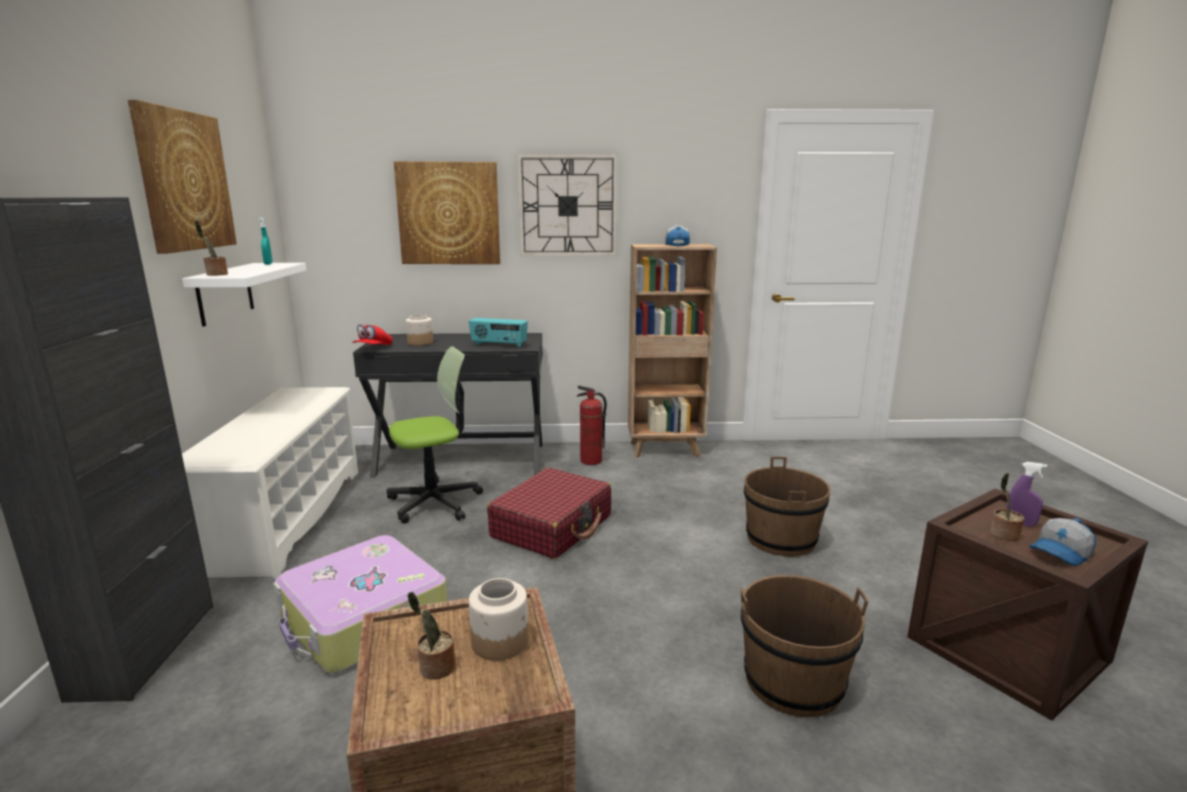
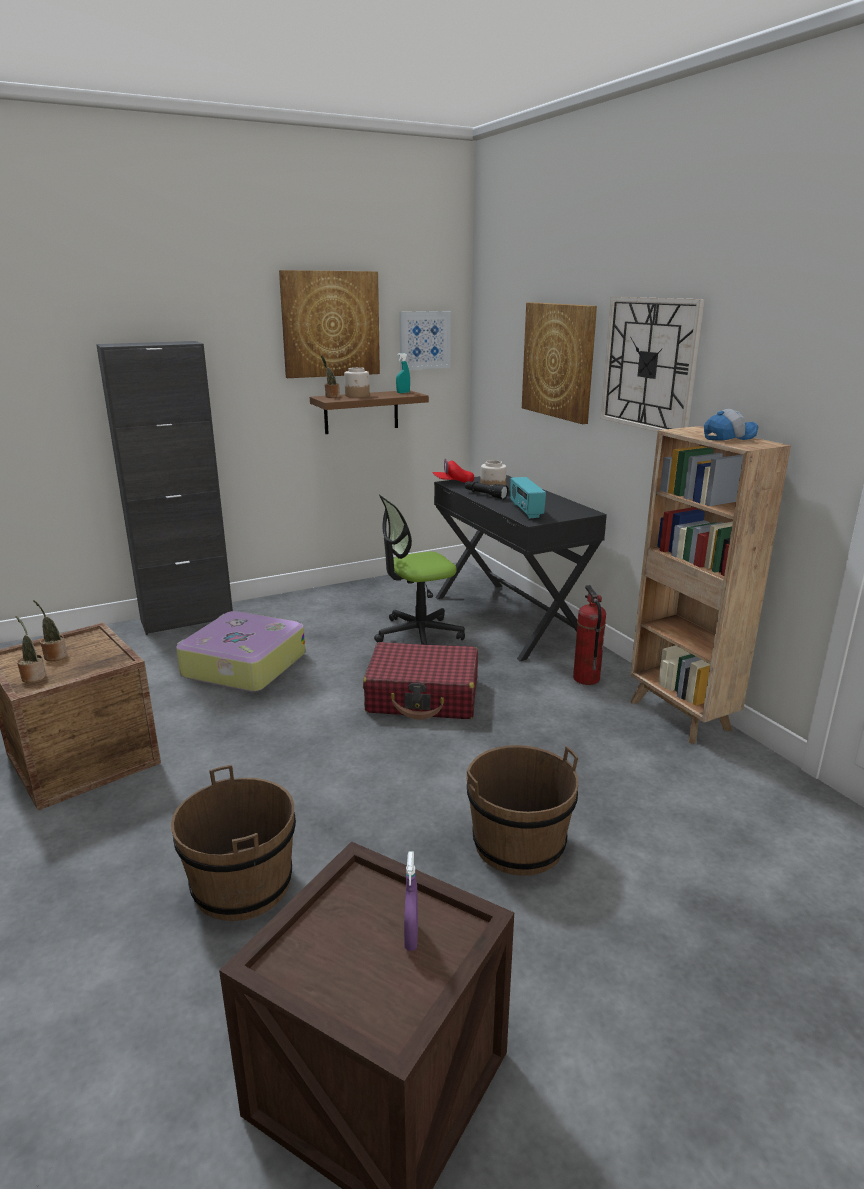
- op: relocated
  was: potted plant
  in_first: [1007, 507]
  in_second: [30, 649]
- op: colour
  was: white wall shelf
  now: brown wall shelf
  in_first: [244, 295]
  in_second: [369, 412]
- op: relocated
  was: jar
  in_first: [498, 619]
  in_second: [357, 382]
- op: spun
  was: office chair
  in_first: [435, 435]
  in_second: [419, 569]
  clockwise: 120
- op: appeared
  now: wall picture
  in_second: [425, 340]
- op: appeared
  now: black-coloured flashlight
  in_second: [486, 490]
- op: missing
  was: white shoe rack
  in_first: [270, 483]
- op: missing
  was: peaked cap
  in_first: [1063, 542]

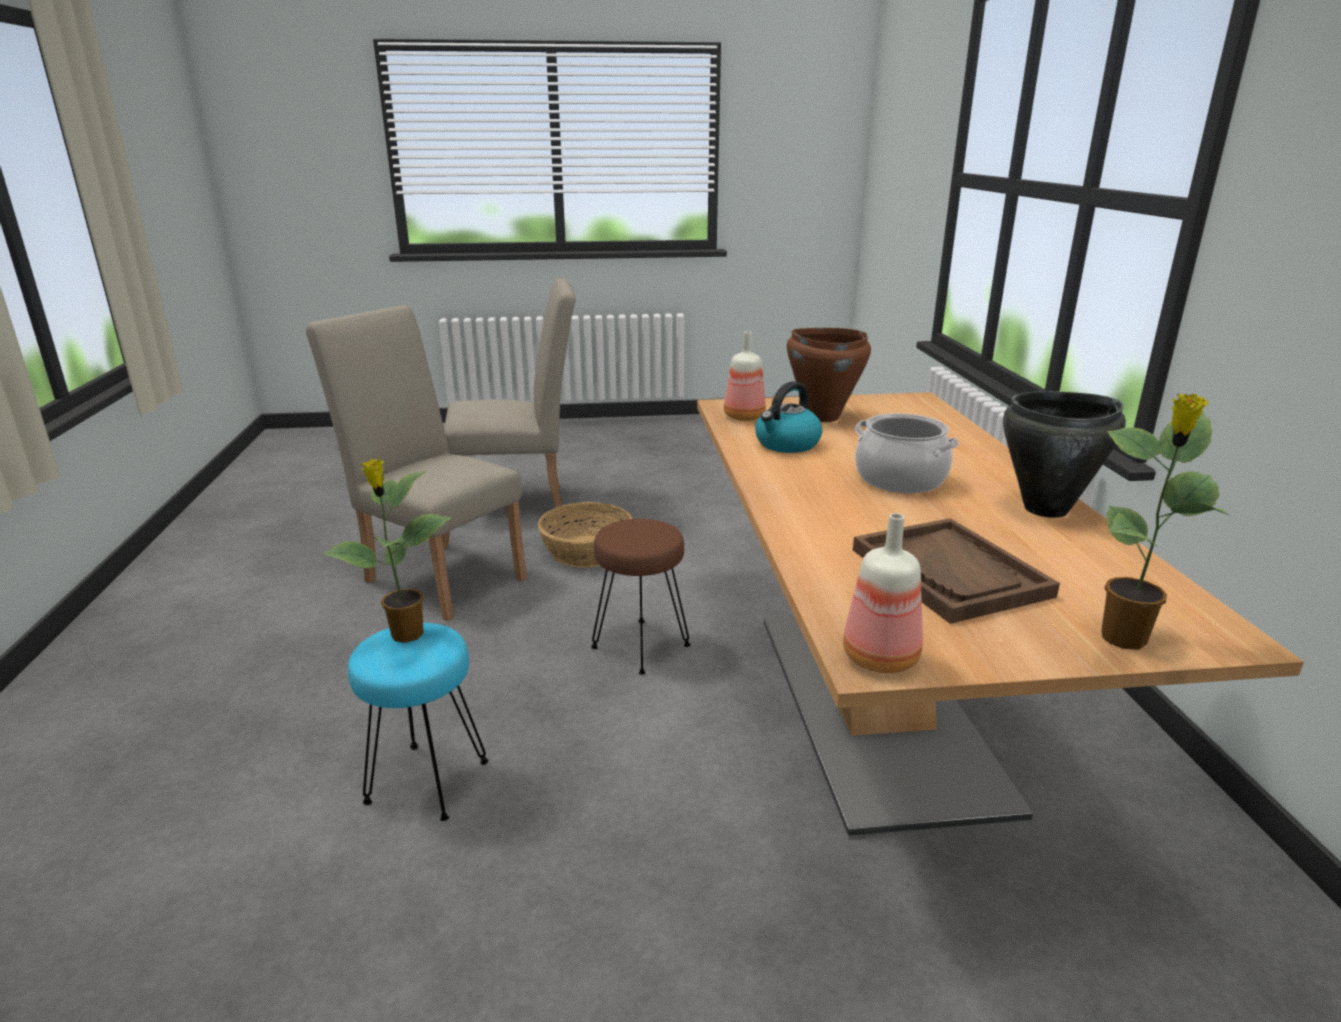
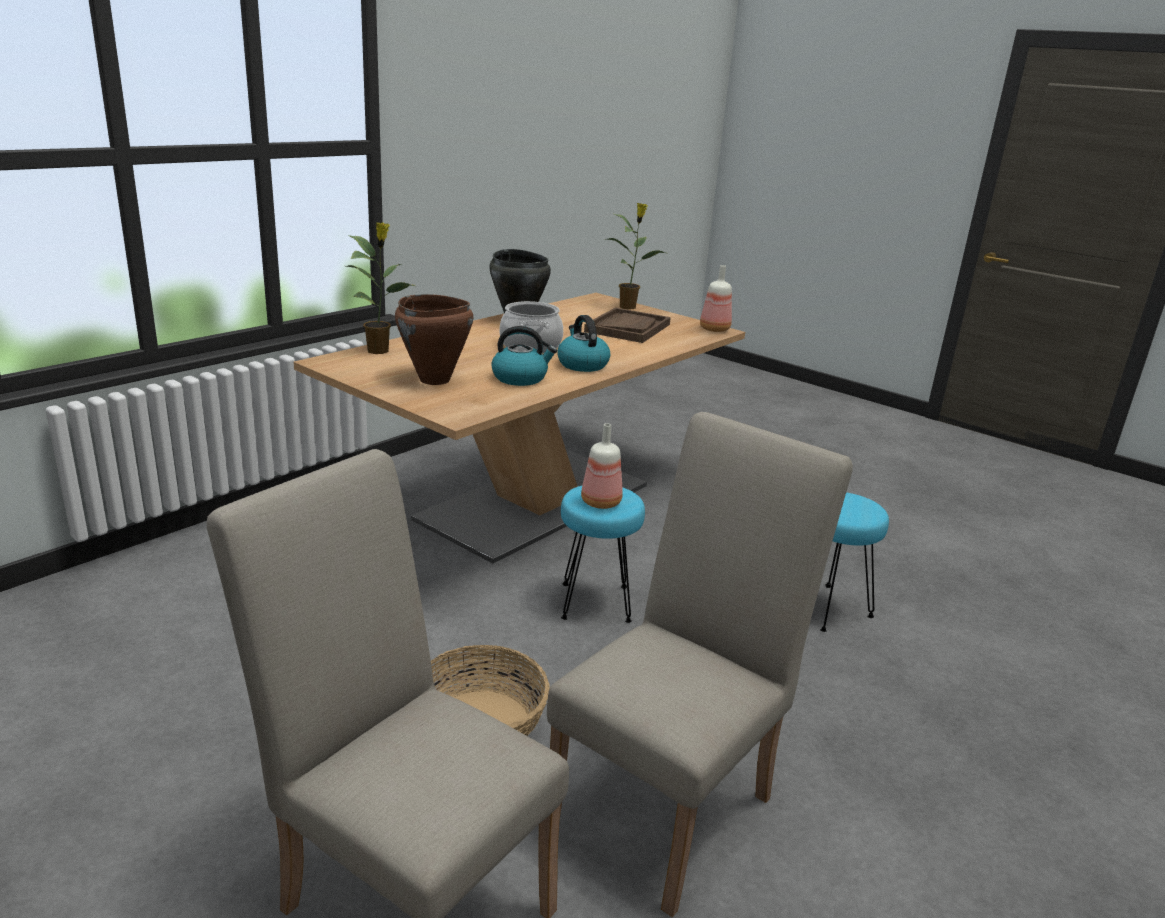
- op: relocated
  was: potted plant
  in_first: [386, 551]
  in_second: [380, 288]
- op: spun
  was: beige-coloured plain chair
  in_first: [416, 463]
  in_second: [700, 664]
  clockwise: -135
- op: appeared
  now: kettle
  in_second: [583, 343]
- op: colour
  was: brown stool seat
  now: turquoise stool seat
  in_first: [641, 596]
  in_second: [603, 554]
- op: relocated
  was: drink bottle
  in_first: [745, 376]
  in_second: [602, 466]

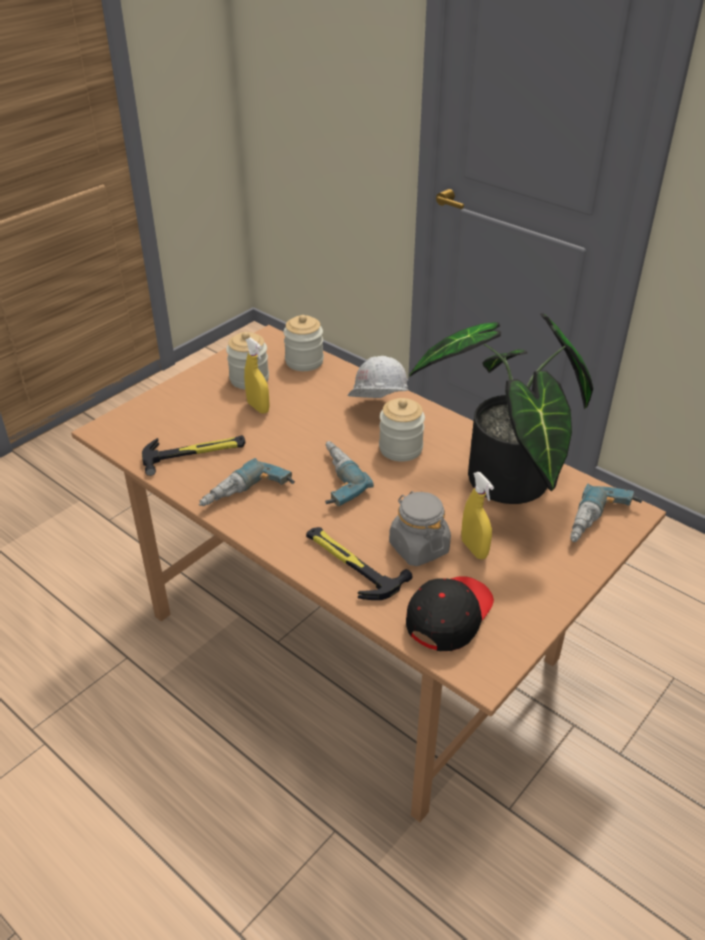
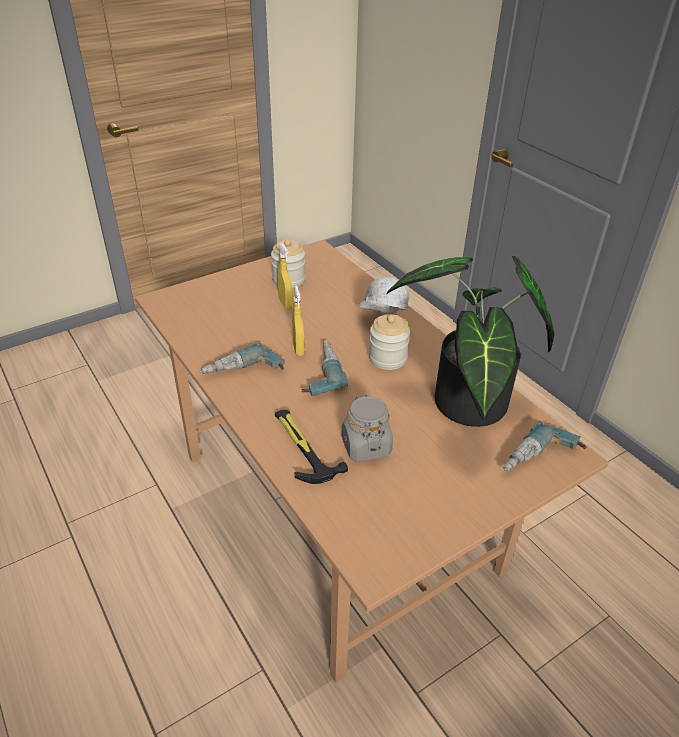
- op: relocated
  was: yellowish sprayer
  in_first: [477, 515]
  in_second: [298, 321]
- op: missing
  was: hand hammer
  in_first: [193, 455]
- op: missing
  was: jar
  in_first: [303, 343]
- op: missing
  was: black-coloured peaked cap
  in_first: [450, 613]

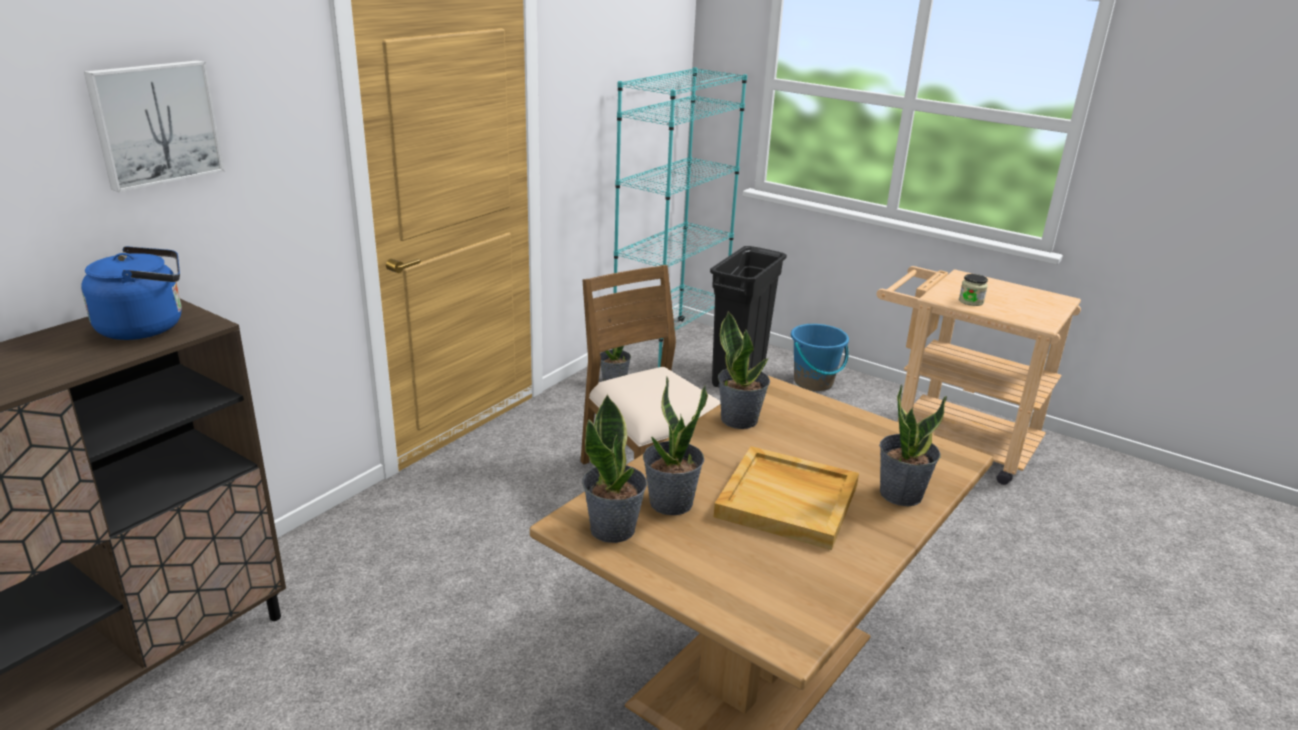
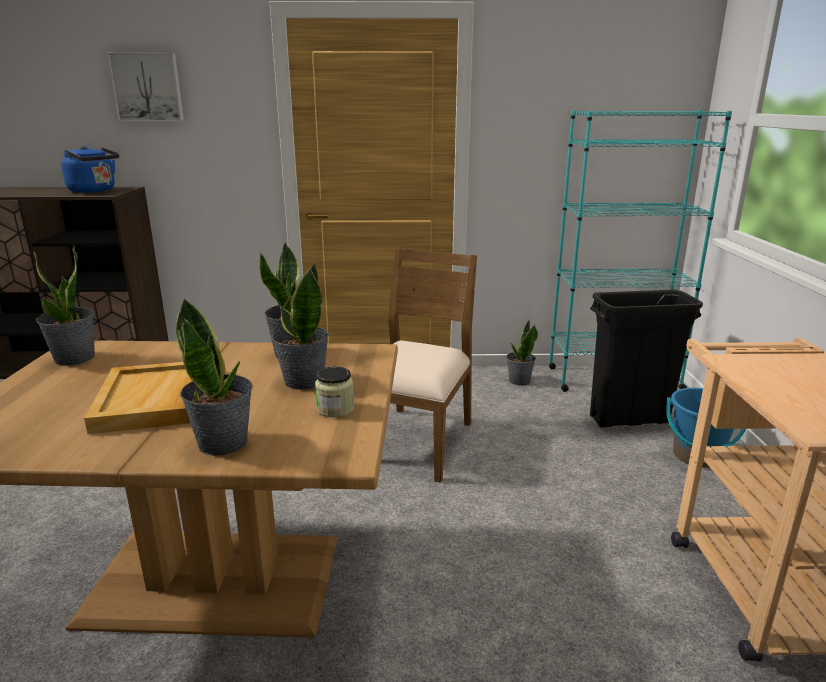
- op: relocated
  was: potted plant
  in_first: [675, 446]
  in_second: [300, 326]
- op: relocated
  was: jar
  in_first: [973, 290]
  in_second: [334, 391]

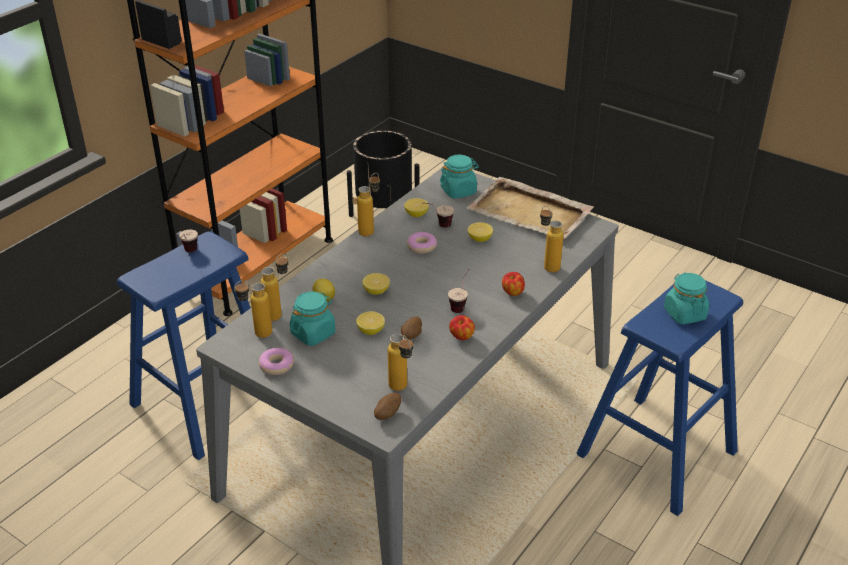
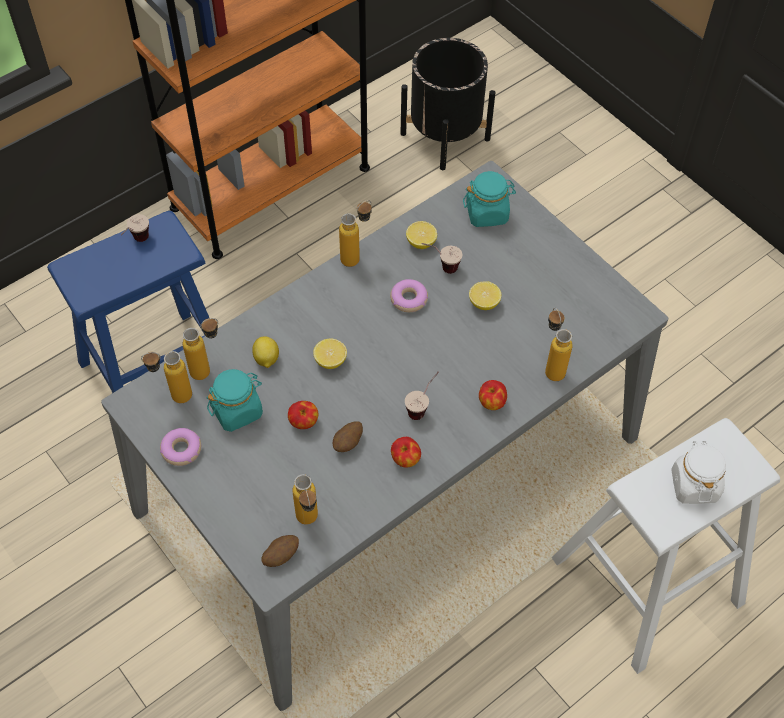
- op: exchanged
  was: whole lemon
  now: apple
  in_first: [370, 323]
  in_second: [303, 415]
- op: colour
  was: bluish stool seat
  now: white stool seat
  in_first: [660, 398]
  in_second: [666, 546]
- op: colour
  was: turquoise jar
  now: white jar
  in_first: [686, 298]
  in_second: [698, 472]
- op: missing
  was: beige-coloured carrying tray
  in_first: [530, 208]

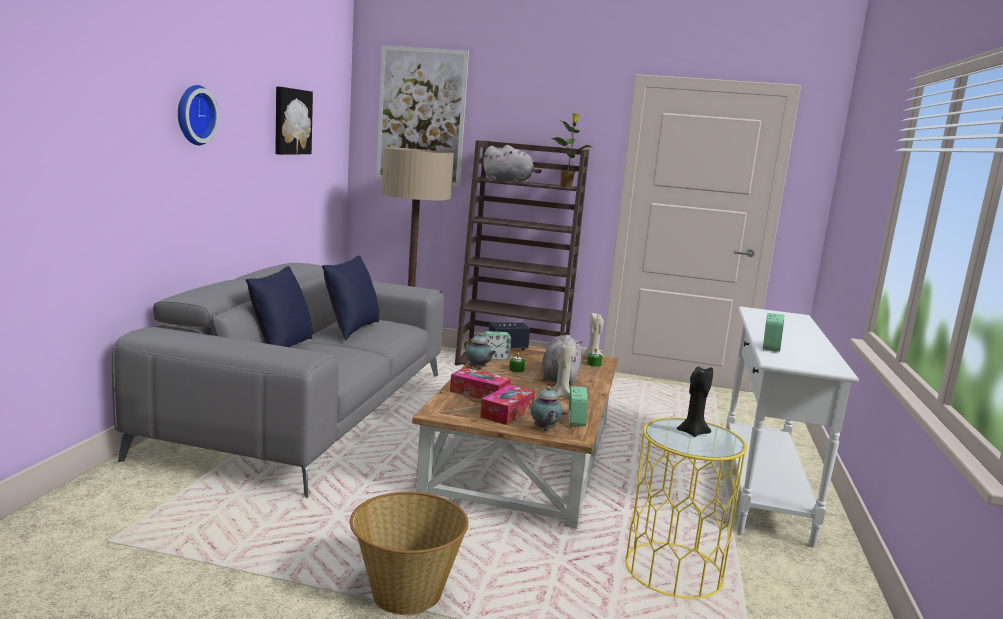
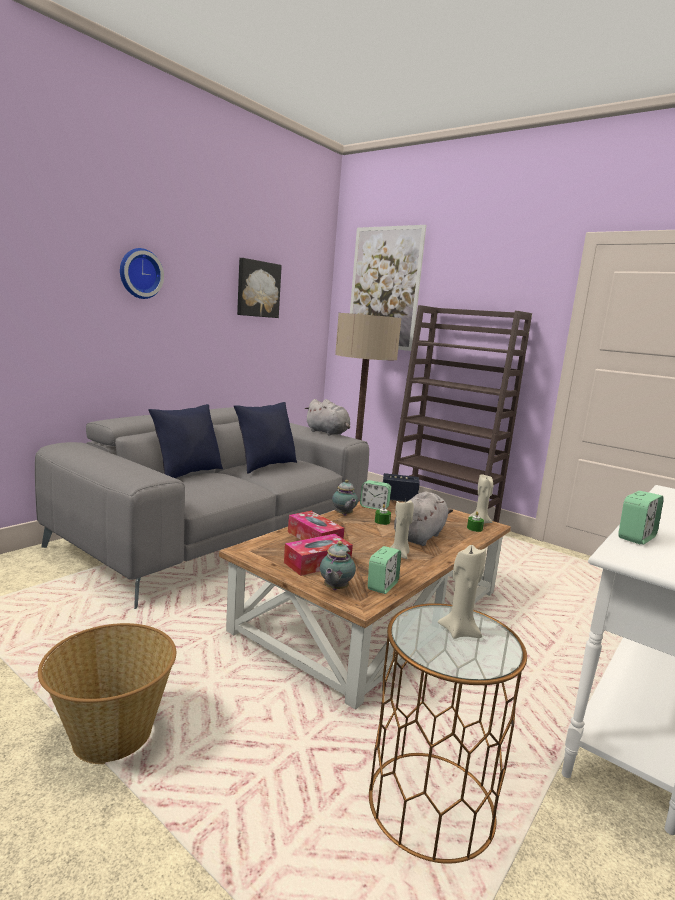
- op: relocated
  was: grey plush toy
  in_first: [512, 163]
  in_second: [327, 417]
- op: colour
  was: yellowish accent table
  now: brown accent table
  in_first: [686, 508]
  in_second: [448, 733]
- op: colour
  was: black-coloured wax light
  now: beige-coloured wax light
  in_first: [695, 402]
  in_second: [462, 592]
- op: missing
  was: potted plant
  in_first: [570, 150]

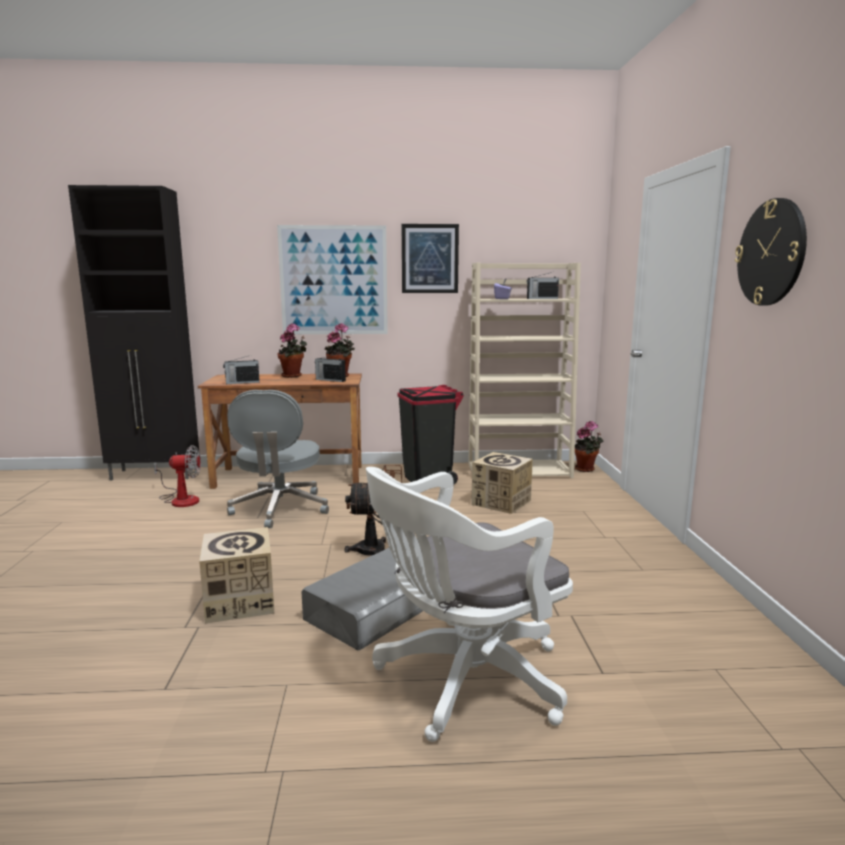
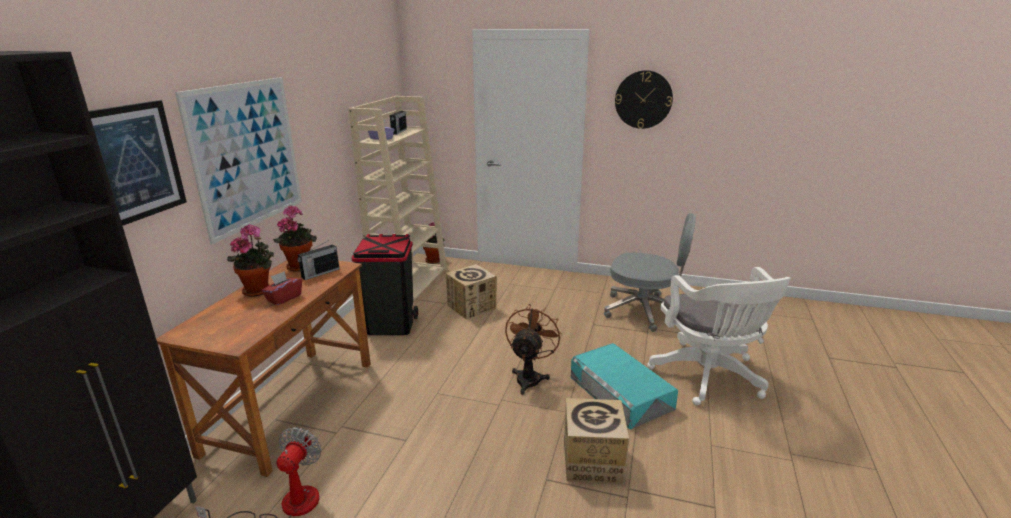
- op: relocated
  was: wall picture
  in_first: [430, 258]
  in_second: [138, 163]
- op: appeared
  now: red tissue box
  in_second: [281, 288]
- op: colour
  was: grey storage box
  now: turquoise storage box
  in_first: [362, 599]
  in_second: [624, 386]
- op: relocated
  was: grey office chair
  in_first: [278, 459]
  in_second: [650, 272]
- op: missing
  was: radio receiver
  in_first: [241, 369]

